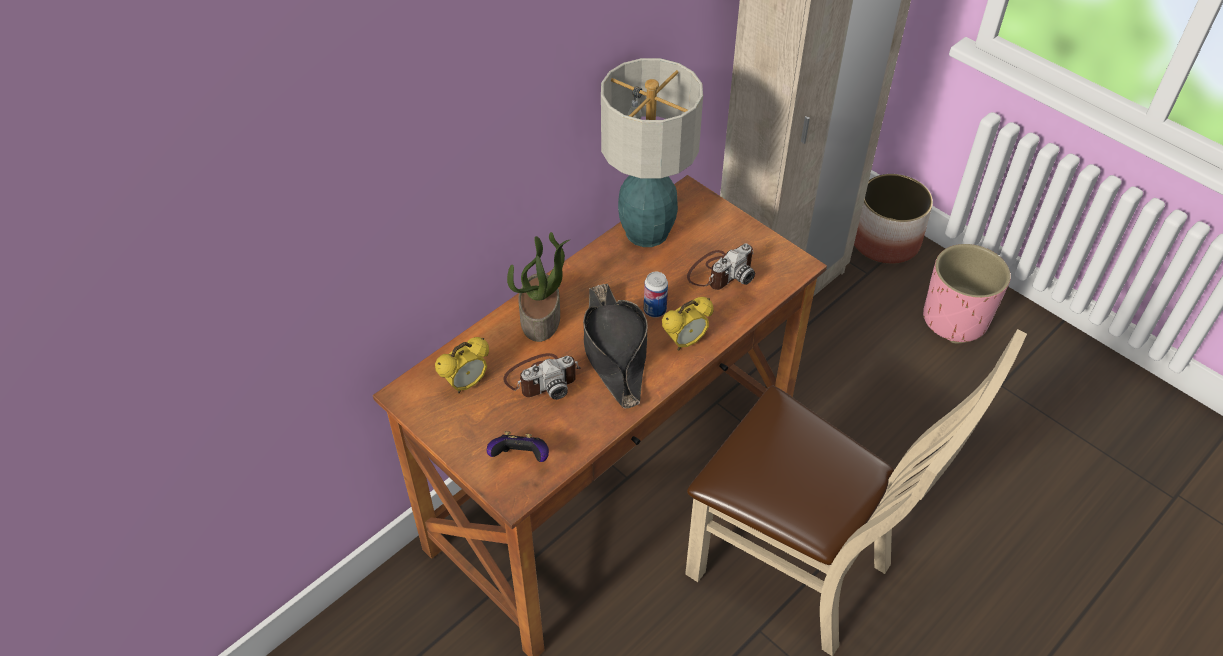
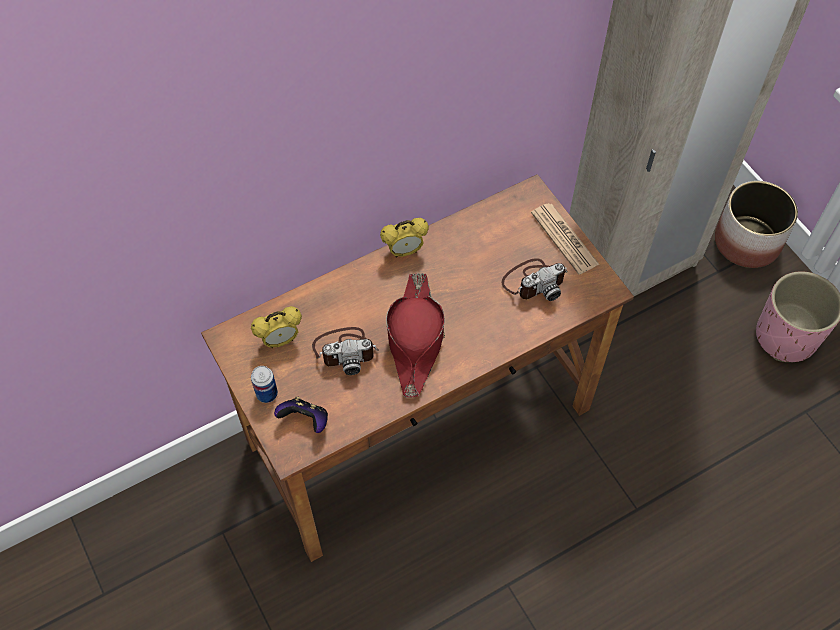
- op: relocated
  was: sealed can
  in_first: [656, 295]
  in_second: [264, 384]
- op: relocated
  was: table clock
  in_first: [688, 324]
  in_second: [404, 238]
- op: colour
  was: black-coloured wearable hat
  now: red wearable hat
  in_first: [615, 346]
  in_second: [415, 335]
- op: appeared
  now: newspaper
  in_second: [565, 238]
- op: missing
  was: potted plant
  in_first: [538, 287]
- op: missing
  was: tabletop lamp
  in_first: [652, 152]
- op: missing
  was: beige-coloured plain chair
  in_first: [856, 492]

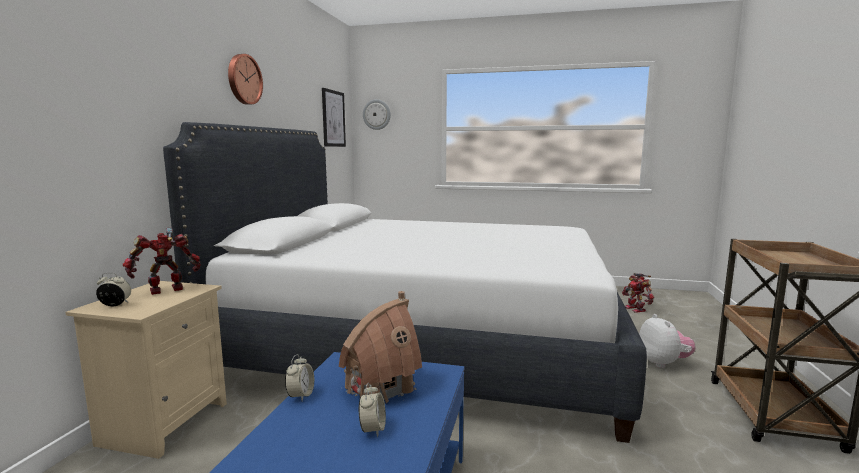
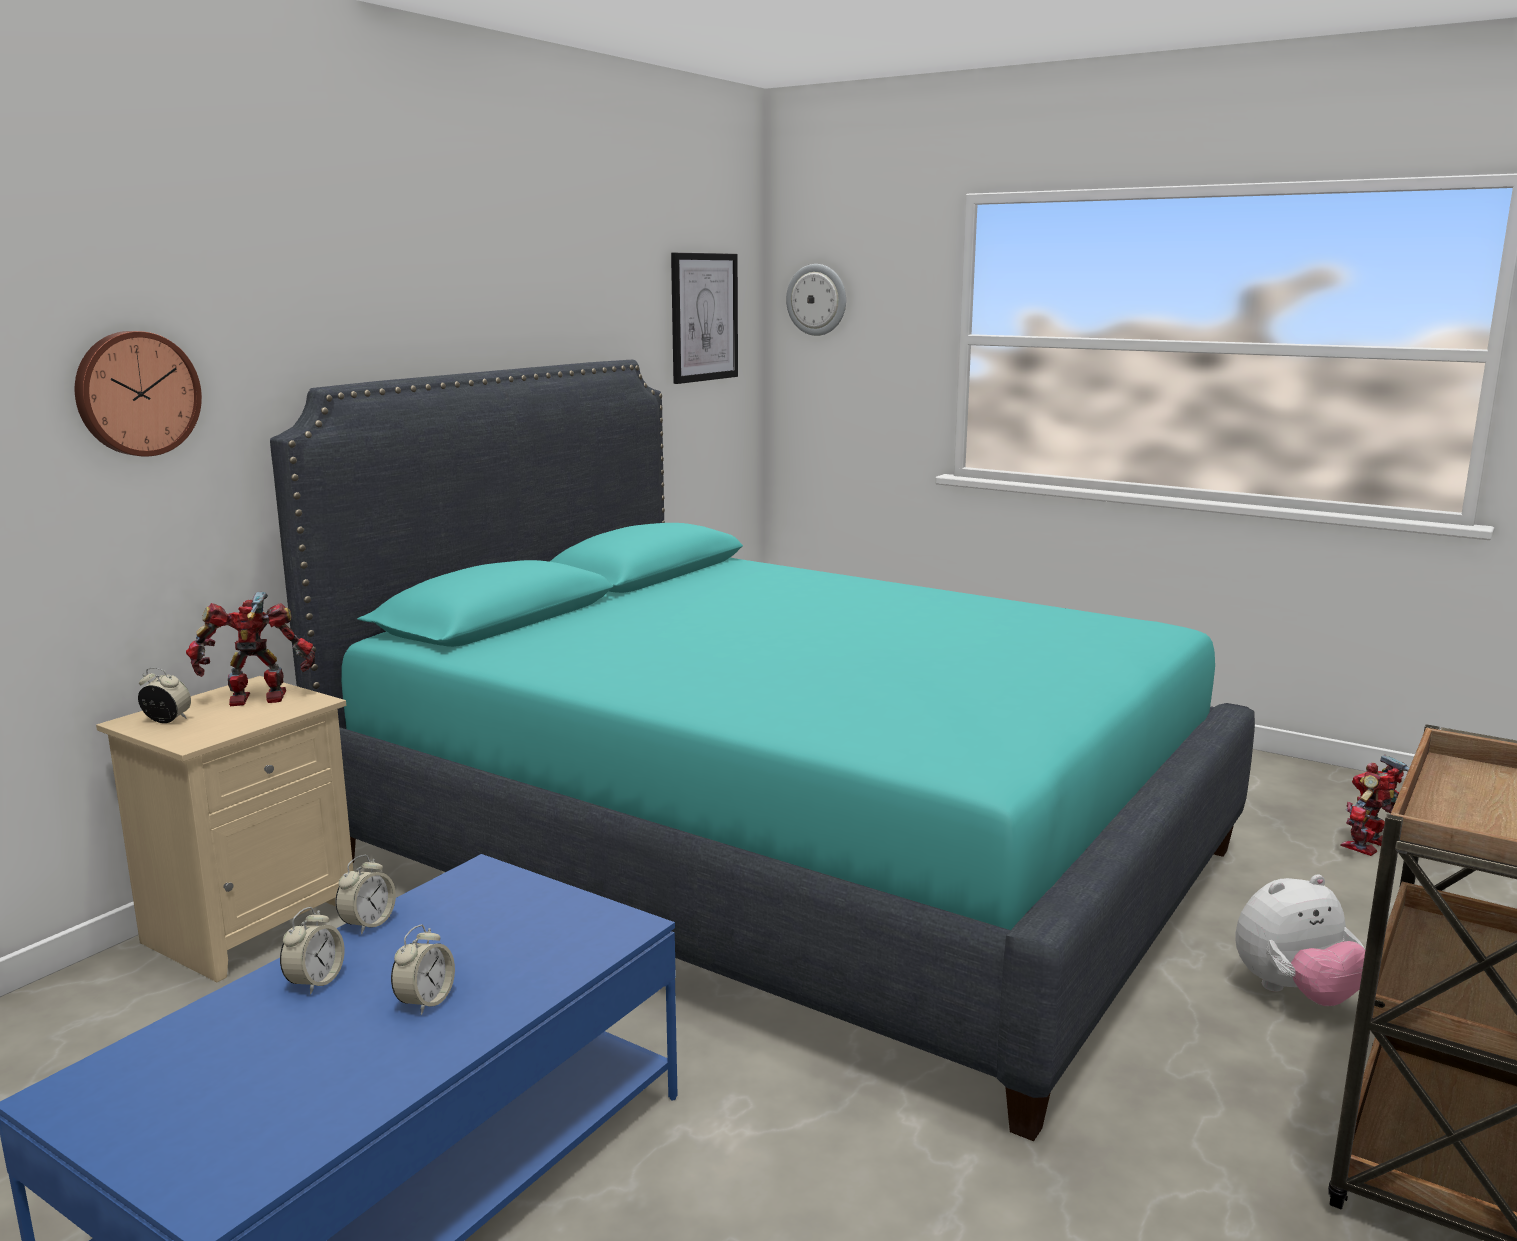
- op: relocated
  was: wall clock
  in_first: [245, 79]
  in_second: [138, 394]
- op: colour
  was: white bed
  now: turquoise bed
  in_first: [405, 282]
  in_second: [762, 750]
- op: appeared
  now: table clock
  in_second: [312, 950]
- op: spun
  was: plush toy
  in_first: [667, 341]
  in_second: [1300, 940]
  clockwise: 60
- op: spun
  was: robot figure
  in_first: [638, 293]
  in_second: [1375, 805]
  clockwise: 45
- op: missing
  was: model house
  in_first: [380, 347]

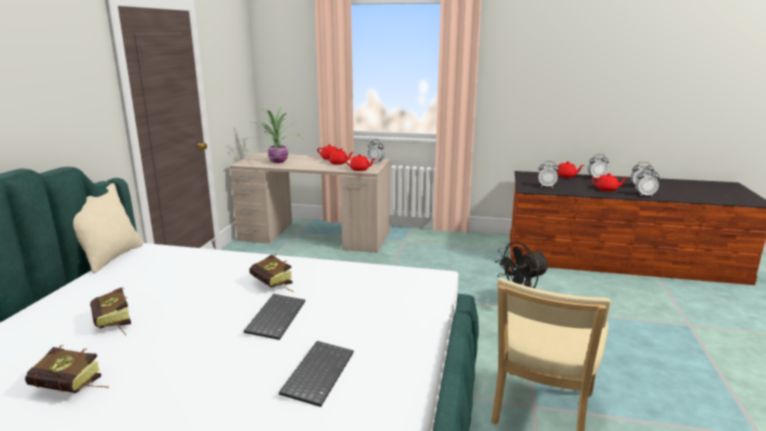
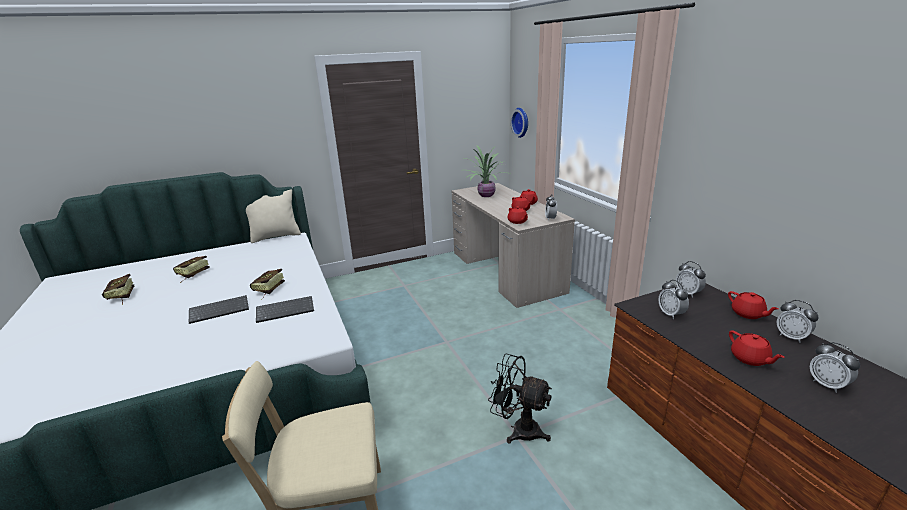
- op: relocated
  was: keyboard
  in_first: [316, 374]
  in_second: [285, 309]
- op: appeared
  now: wall clock
  in_second: [519, 123]
- op: relocated
  was: table clock
  in_first: [647, 182]
  in_second: [691, 279]

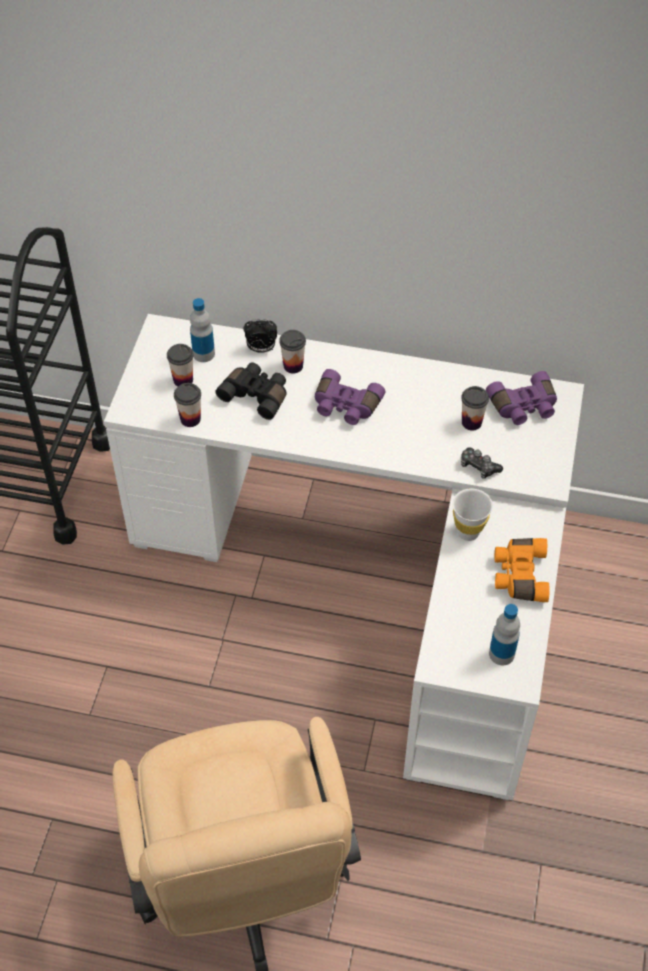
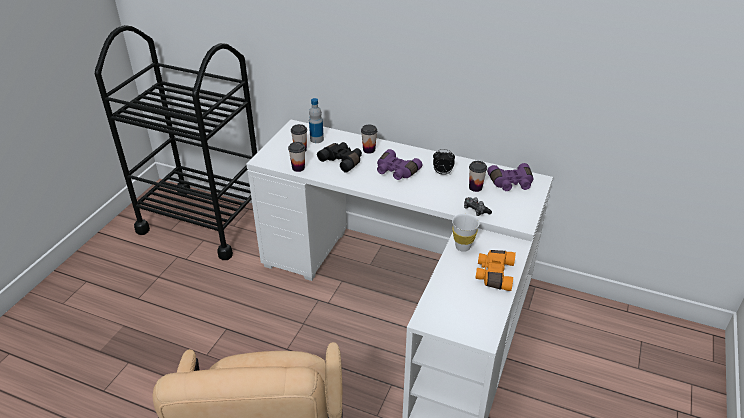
- op: relocated
  was: table clock
  in_first: [260, 336]
  in_second: [444, 162]
- op: missing
  was: drink bottle
  in_first: [504, 634]

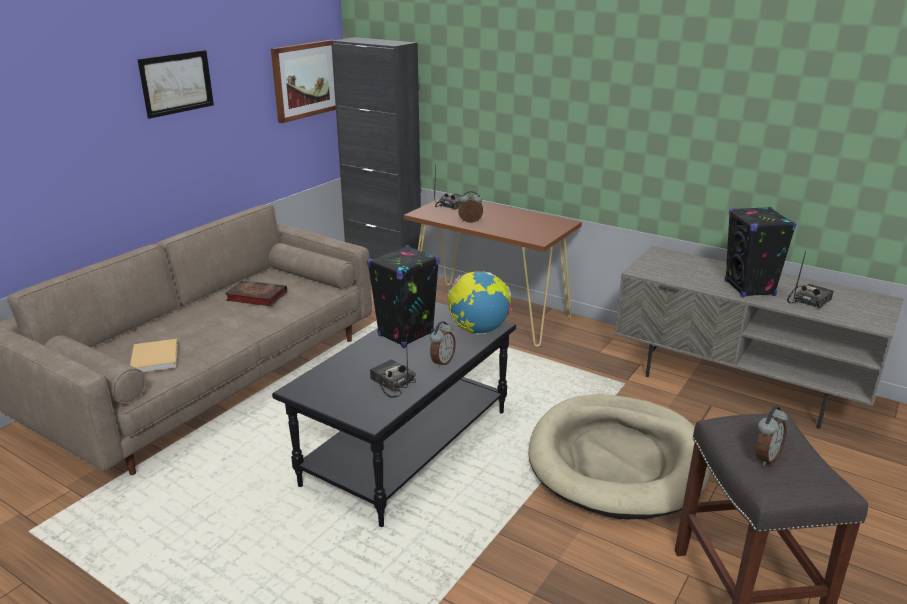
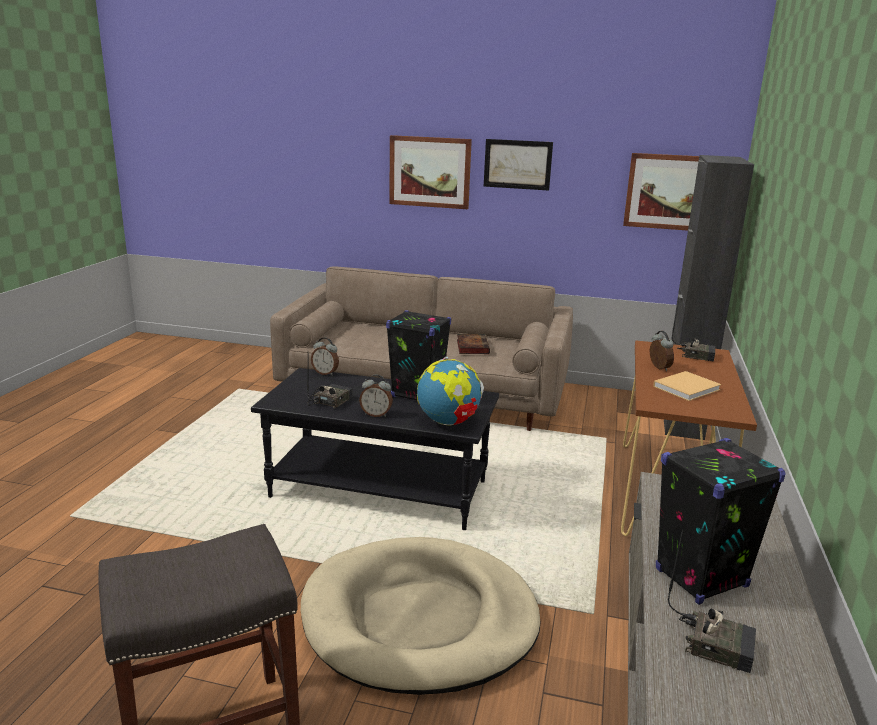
- op: relocated
  was: table clock
  in_first: [772, 436]
  in_second: [325, 356]
- op: appeared
  now: wall picture
  in_second: [430, 172]
- op: relocated
  was: beige-coloured book
  in_first: [154, 355]
  in_second: [687, 386]

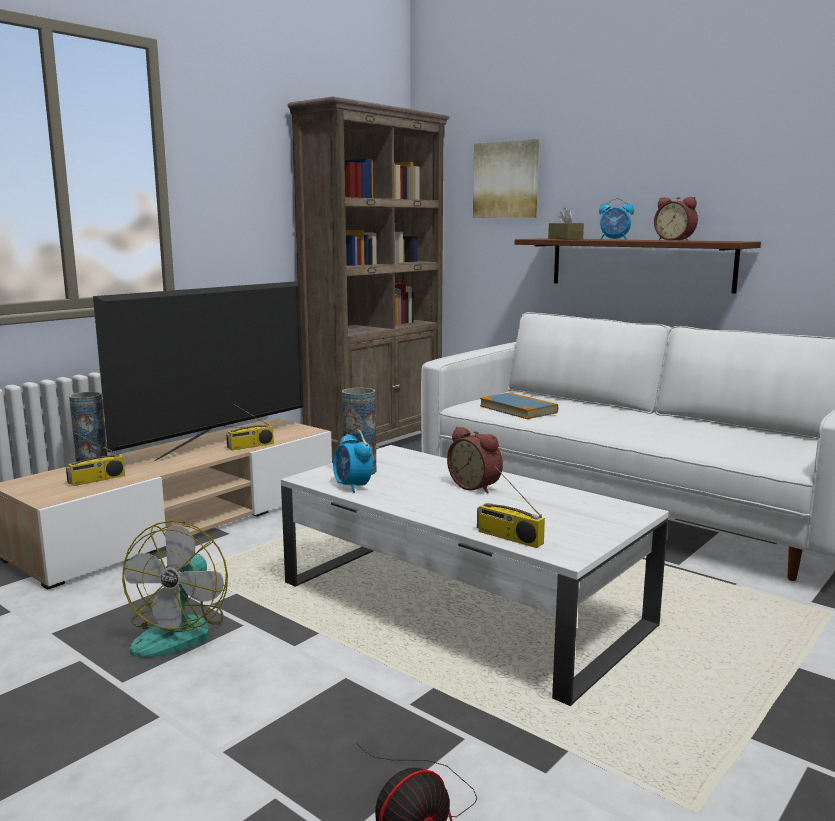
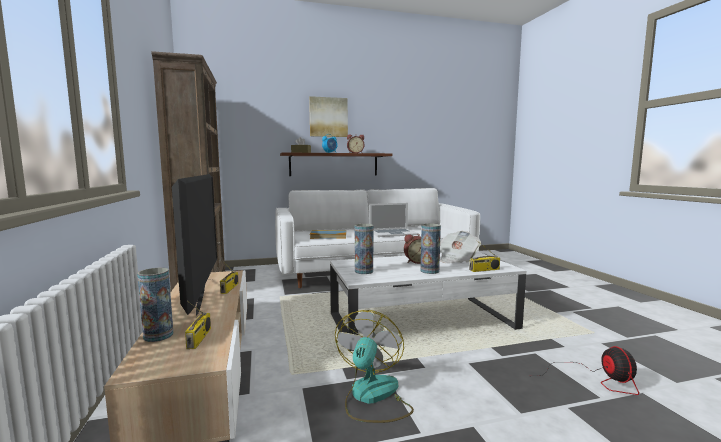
- op: relocated
  was: wall picture
  in_first: [506, 178]
  in_second: [328, 116]
- op: spun
  was: cooling fan
  in_first: [175, 589]
  in_second: [374, 366]
  clockwise: -120
- op: appeared
  now: notebook computer
  in_second: [394, 220]
- op: appeared
  now: vase
  in_second: [430, 248]
- op: appeared
  now: newspaper
  in_second: [460, 247]
- op: missing
  was: table clock
  in_first: [353, 461]

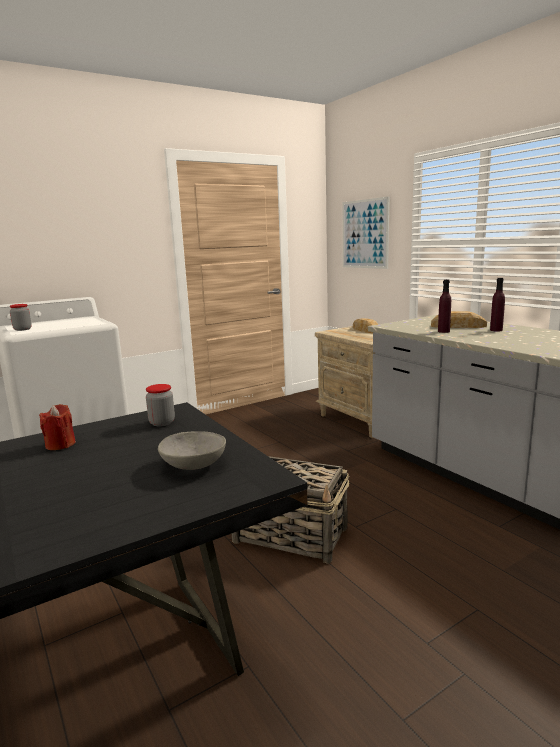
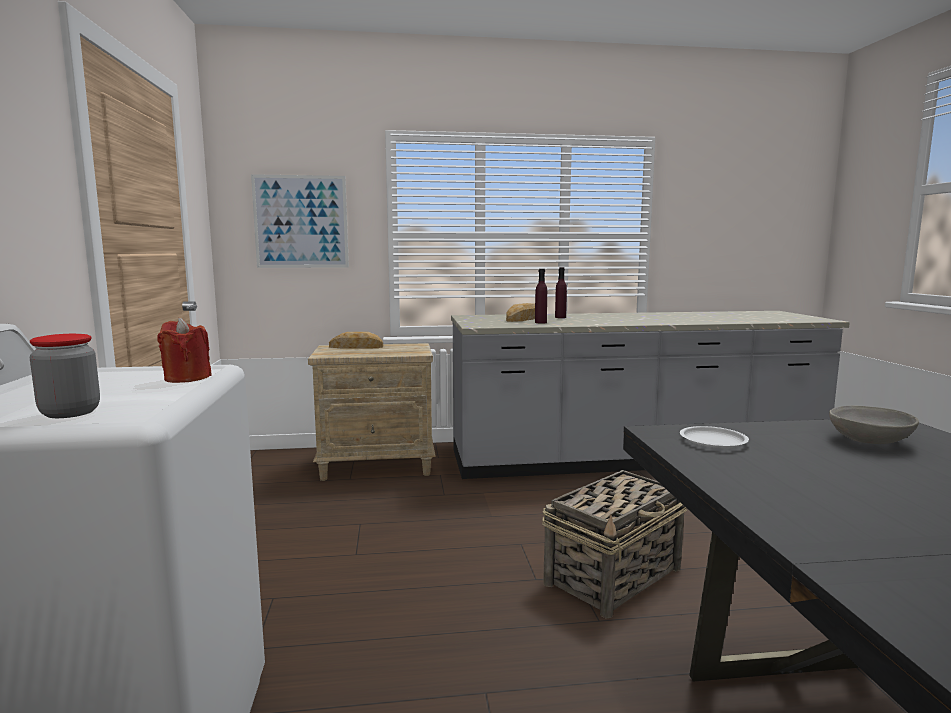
- op: relocated
  was: red wax light
  in_first: [57, 427]
  in_second: [184, 350]
- op: exchanged
  was: jar
  now: white dinner plate
  in_first: [160, 405]
  in_second: [714, 437]

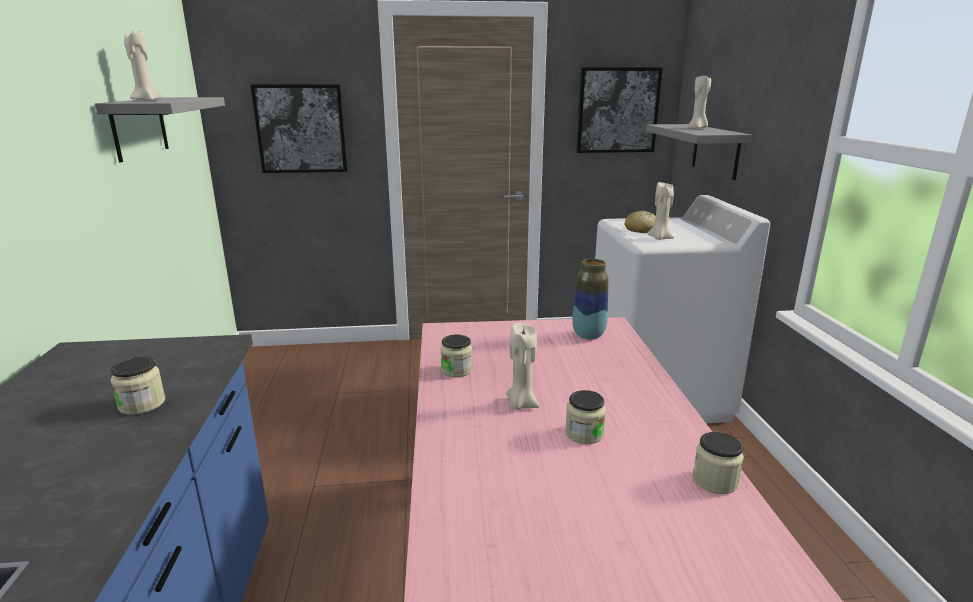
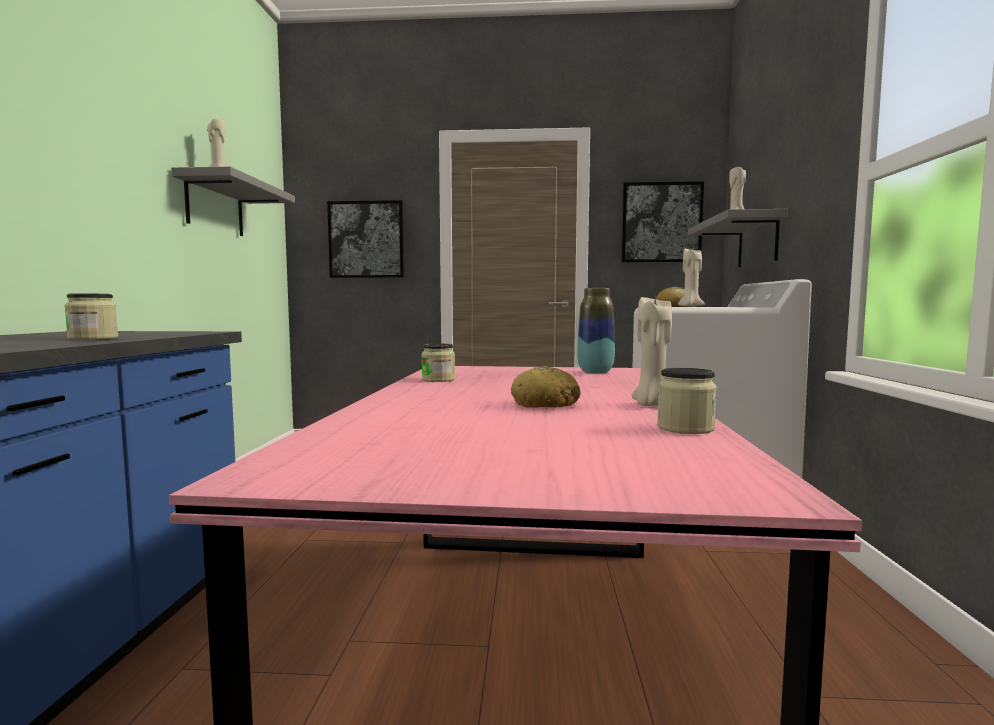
- op: exchanged
  was: jar
  now: baked bread
  in_first: [585, 417]
  in_second: [545, 387]
- op: relocated
  was: beige-coloured wax light
  in_first: [523, 366]
  in_second: [651, 350]

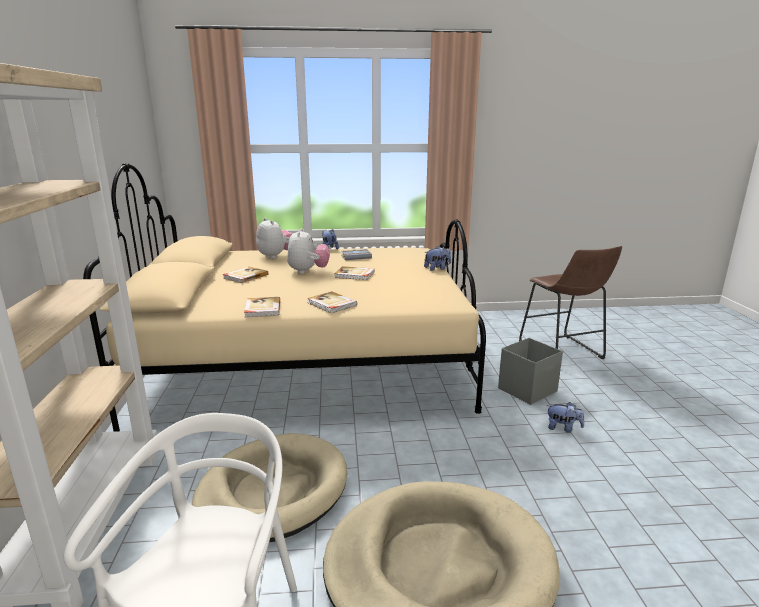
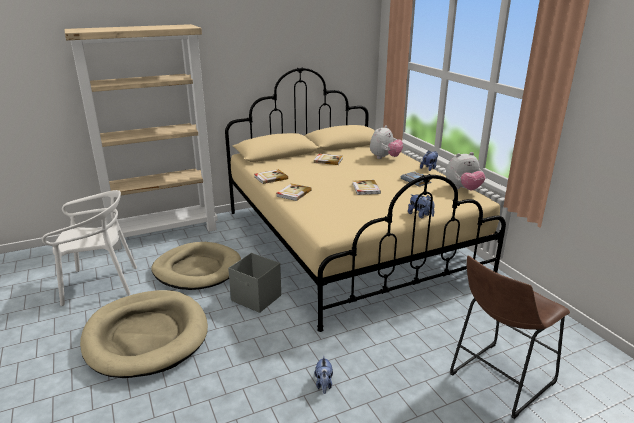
- op: relocated
  was: grey storage box
  in_first: [530, 371]
  in_second: [254, 283]
- op: relocated
  was: plush toy
  in_first: [308, 251]
  in_second: [465, 171]

